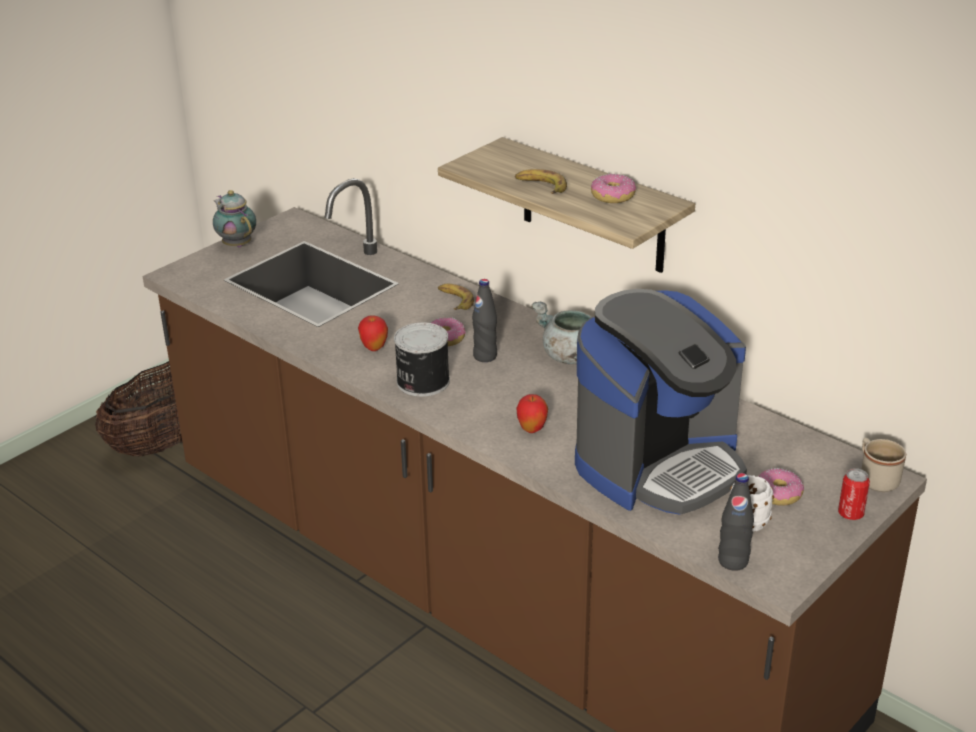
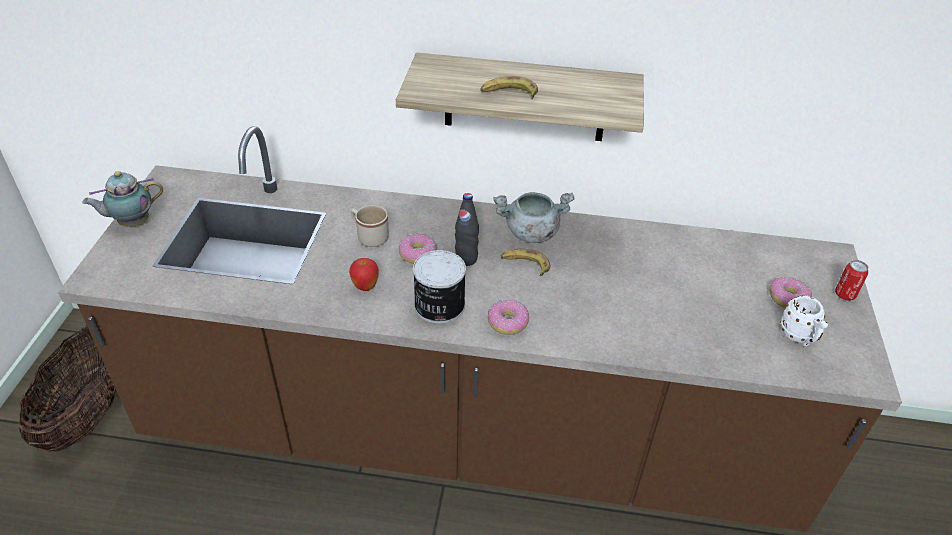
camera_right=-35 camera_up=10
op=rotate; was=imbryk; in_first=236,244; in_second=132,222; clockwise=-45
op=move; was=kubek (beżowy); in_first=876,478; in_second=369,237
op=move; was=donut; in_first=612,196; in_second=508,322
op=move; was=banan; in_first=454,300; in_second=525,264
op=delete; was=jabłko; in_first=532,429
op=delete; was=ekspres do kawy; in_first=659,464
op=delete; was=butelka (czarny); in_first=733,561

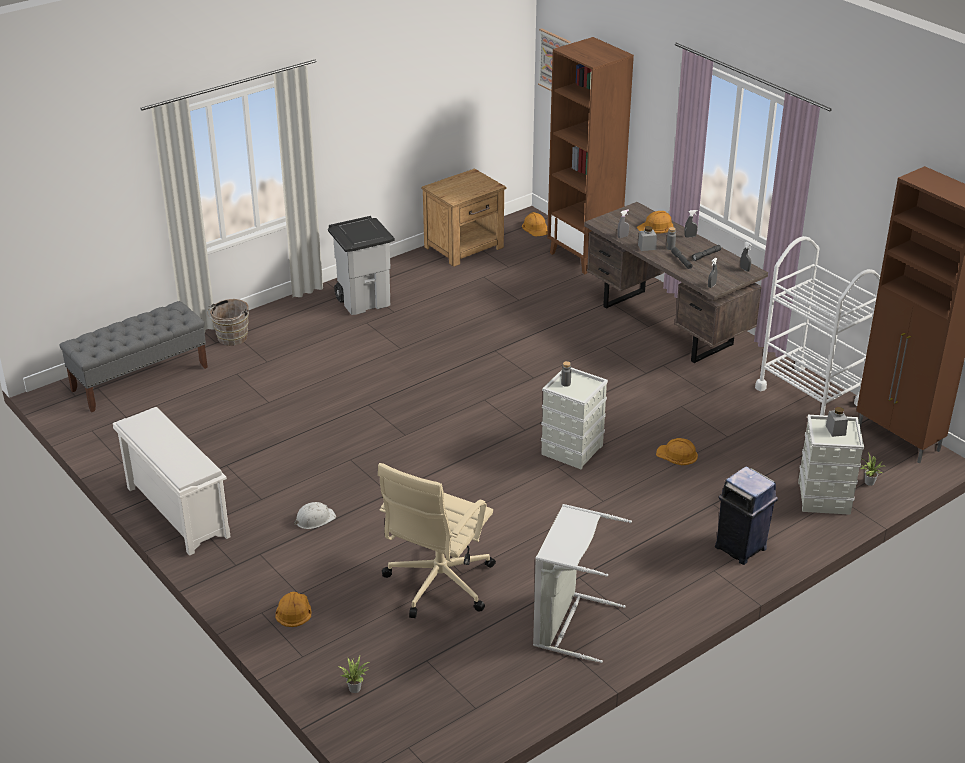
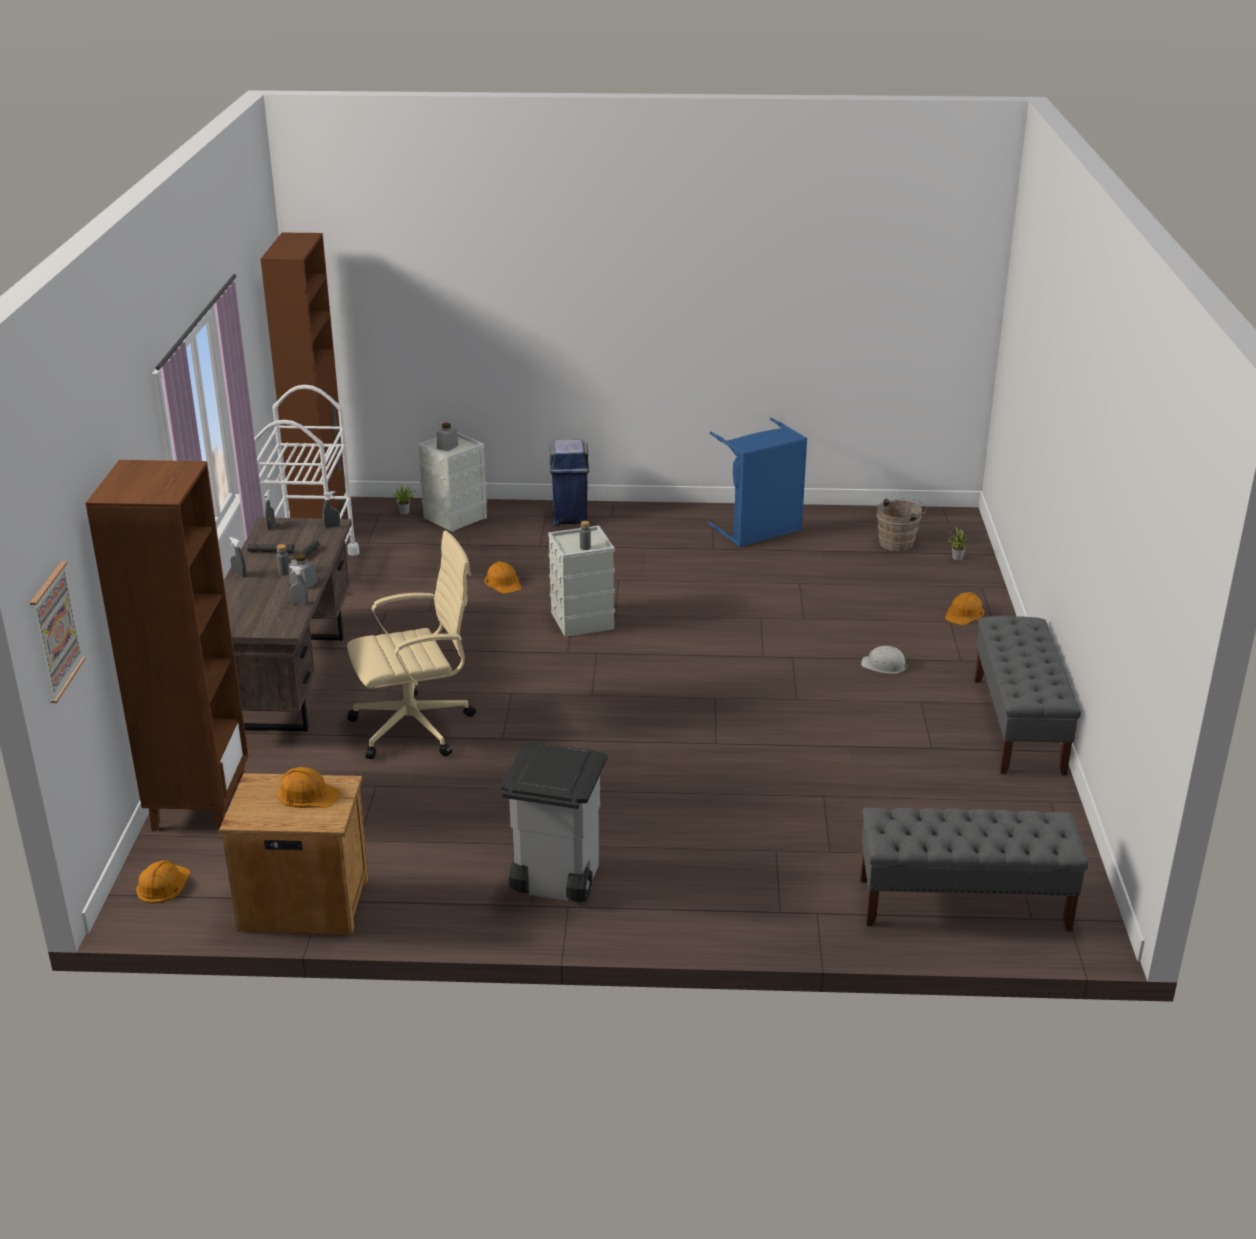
camera_right=-140 camera_up=-5
op=move; was=kask (pomarańczowy); in_first=656,227; in_second=308,794
op=move; was=krzesło biurowe (beżowy); in_first=437,585; in_second=416,727
op=recolor; was=kosz na pranie (szary); now=kosz na pranie (niebieski); in_first=569,624; in_second=759,531
op=move; was=wiadro (brązowy); in_first=231,339; in_second=899,543
op=replace; was=regał na buty (biały); now=ławka (szary); in_first=176,512; in_second=1018,726

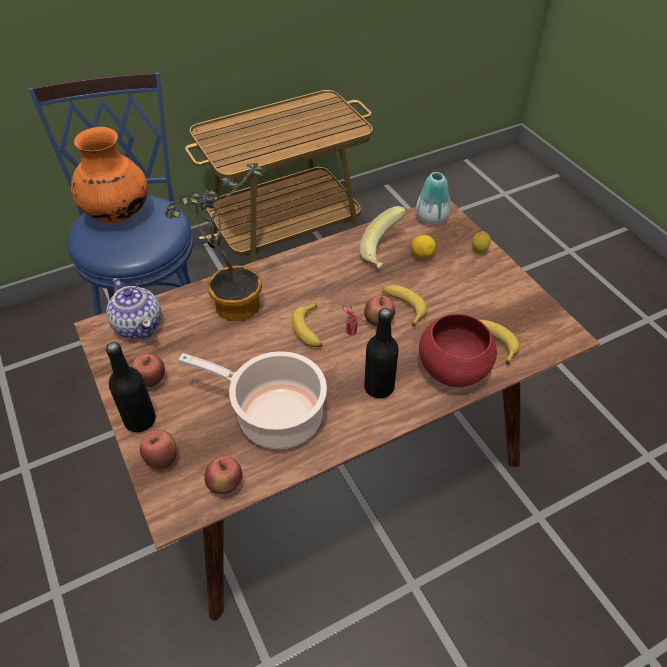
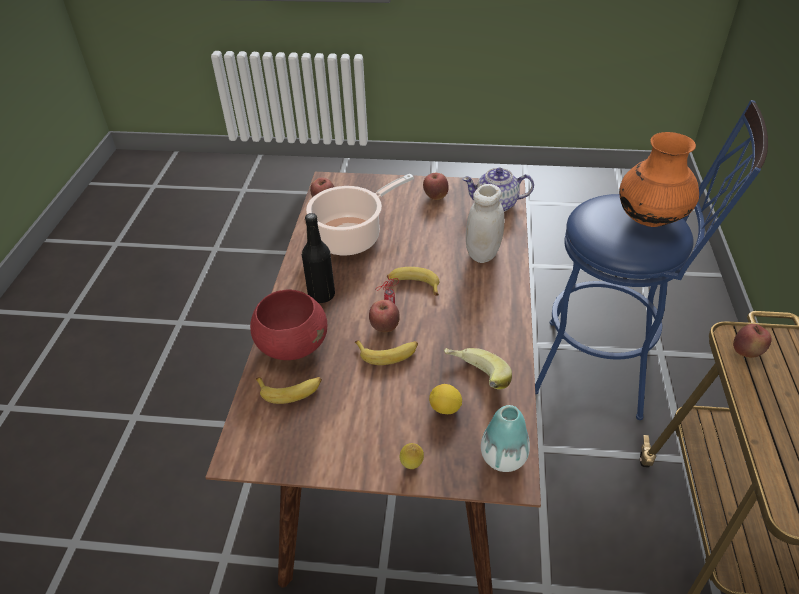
camera_right=125 camera_up=-5
op=replace; was=roślina doniczkowa; now=słoik (biały); in_first=231,303; in_second=483,254
op=move; was=jabłko; in_first=162,459; in_second=746,352
op=delete; was=butelka (czarny); in_first=140,420

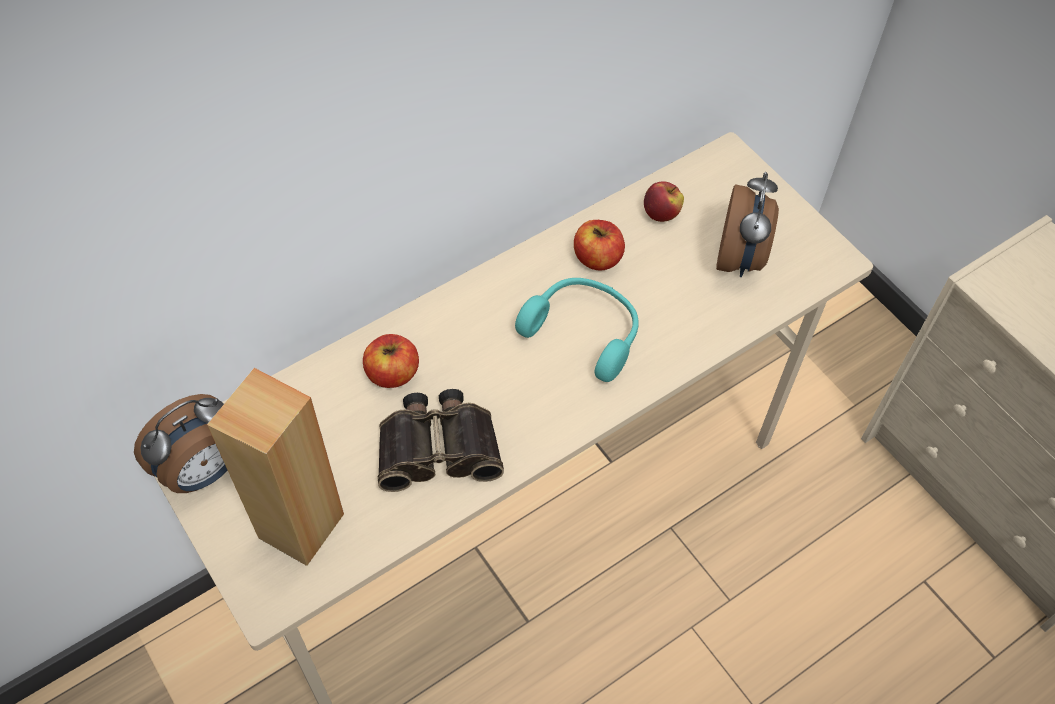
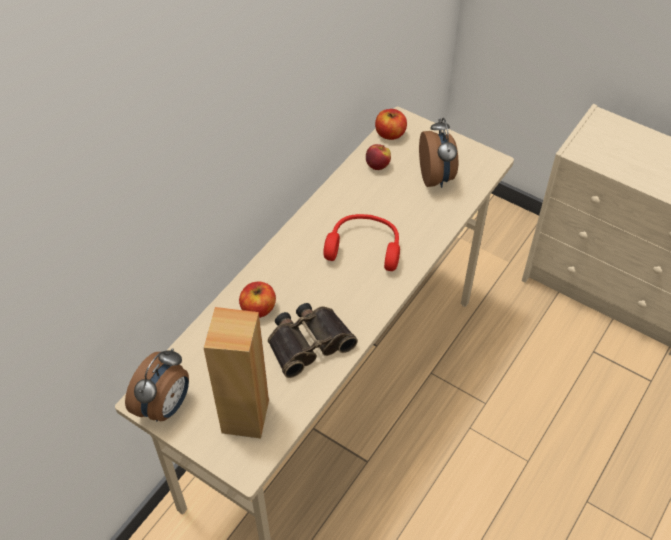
camera_right=-20 camera_up=-5
op=recolor; was=słuchawki (turkusowy); now=słuchawki (czerwony); in_first=584,332; in_second=364,247
op=move; was=jabłko; in_first=597,258; in_second=390,134

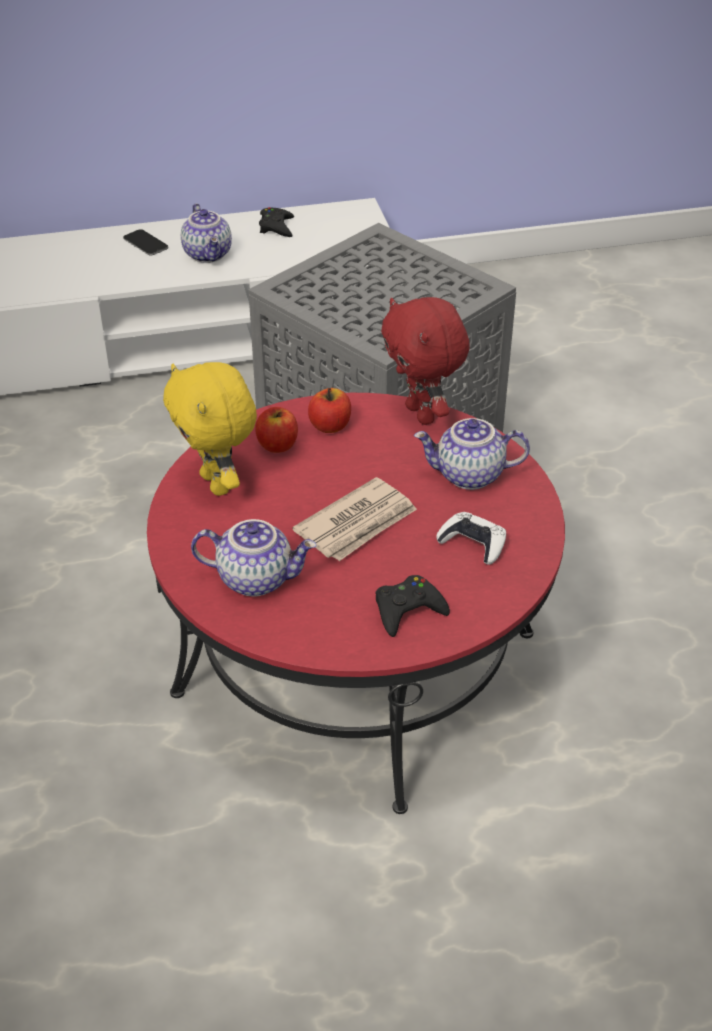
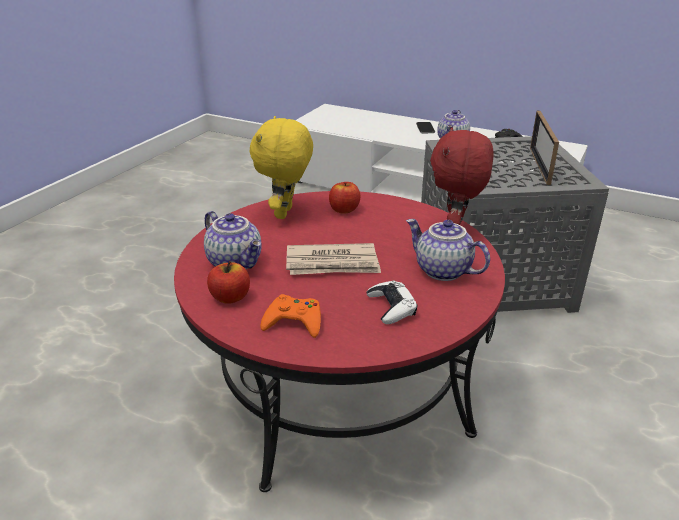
camera_right=40 camera_up=-10
op=move; was=jabłko; in_first=330,426; in_second=230,297
op=recolor; was=pad do gier (czarny); now=pad do gier (pomarańczowy); in_first=408,610; in_second=294,321
op=insert; now=ramka na zdjęcie; in_second=539,166

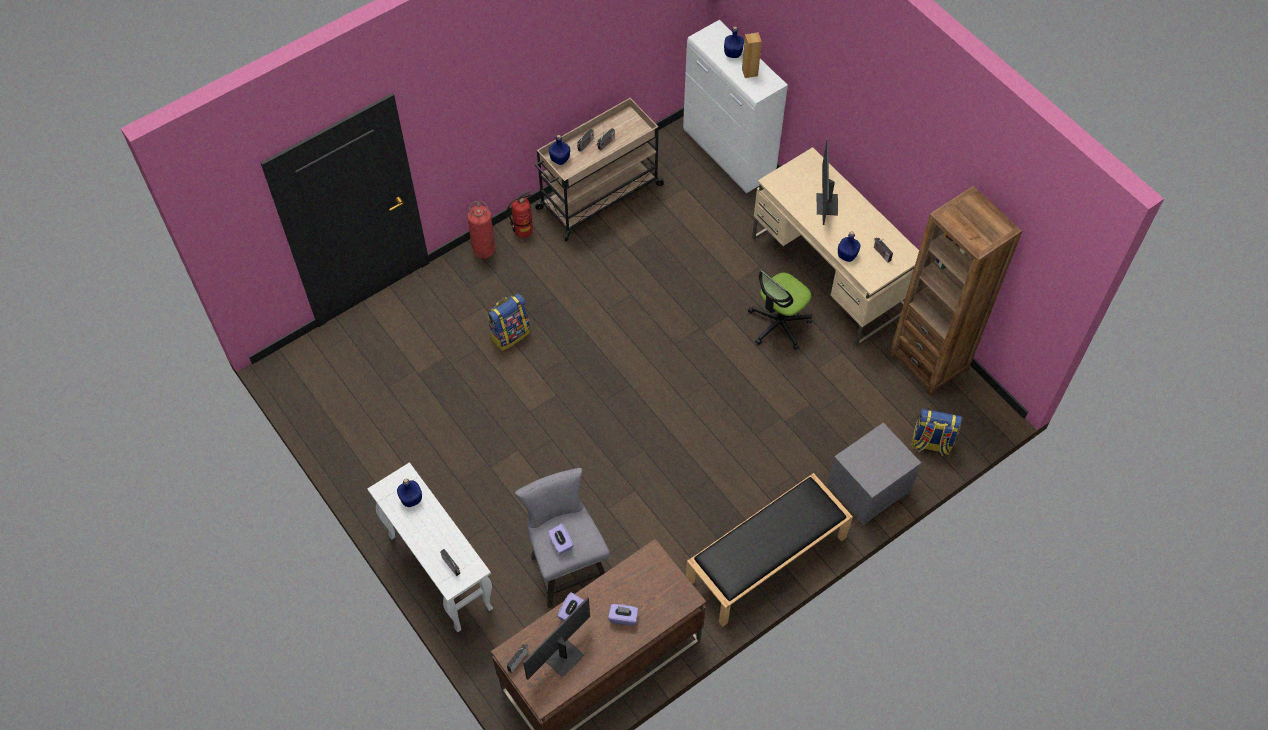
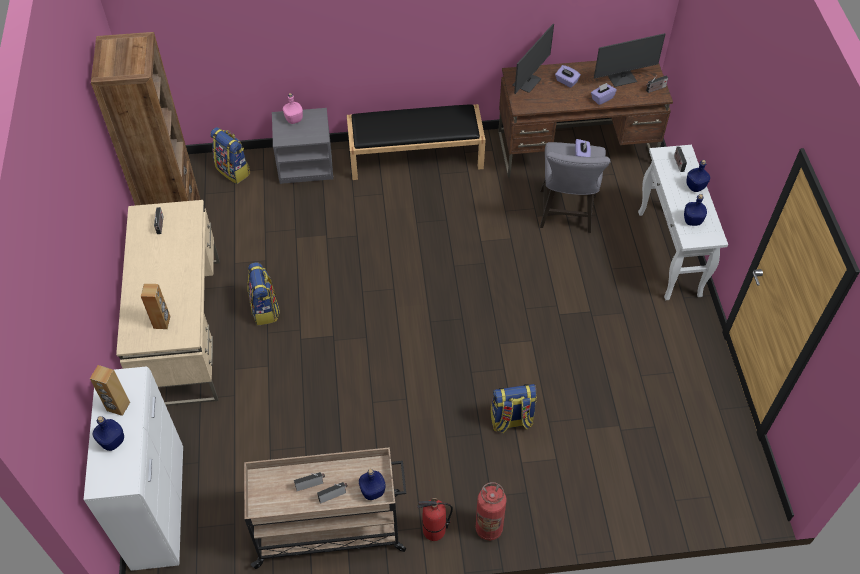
camera_right=-150 camera_up=-5
op=insert; now=głośnik (brązowy); in_second=162,322
op=replace; was=krzesło biurowe; now=plecak; in_first=778,325; in_second=265,309
op=insert; now=butelka (różowy); in_second=294,119
op=move; was=monitor; in_first=826,204; in_second=527,82
op=move; was=butelka (niebieski); in_first=847,255; in_second=695,187

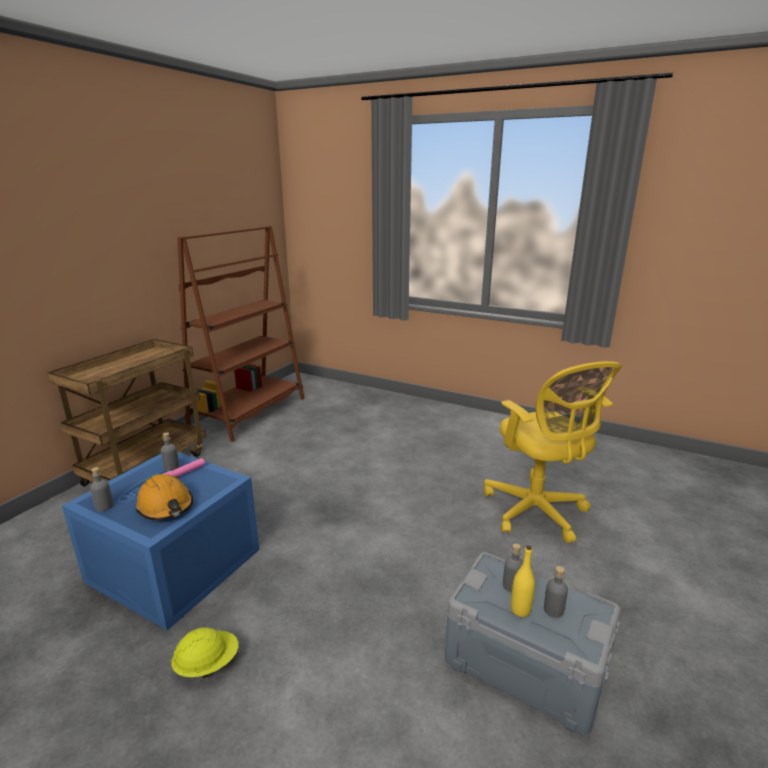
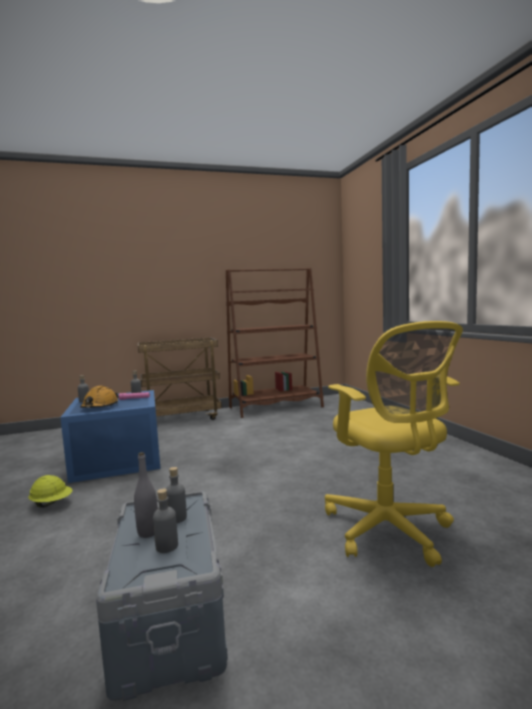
camera_right=45 camera_up=-15
op=recolor; was=butelka (żółty); now=butelka (szary); in_first=520,610; in_second=148,532
op=rotate; was=krzesło biurowe (żółty); in_first=537,512; in_second=389,531; clockwise=-45

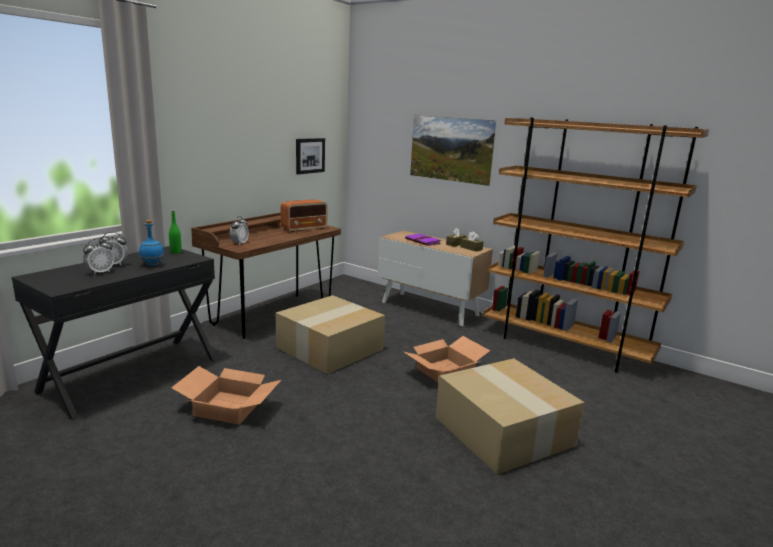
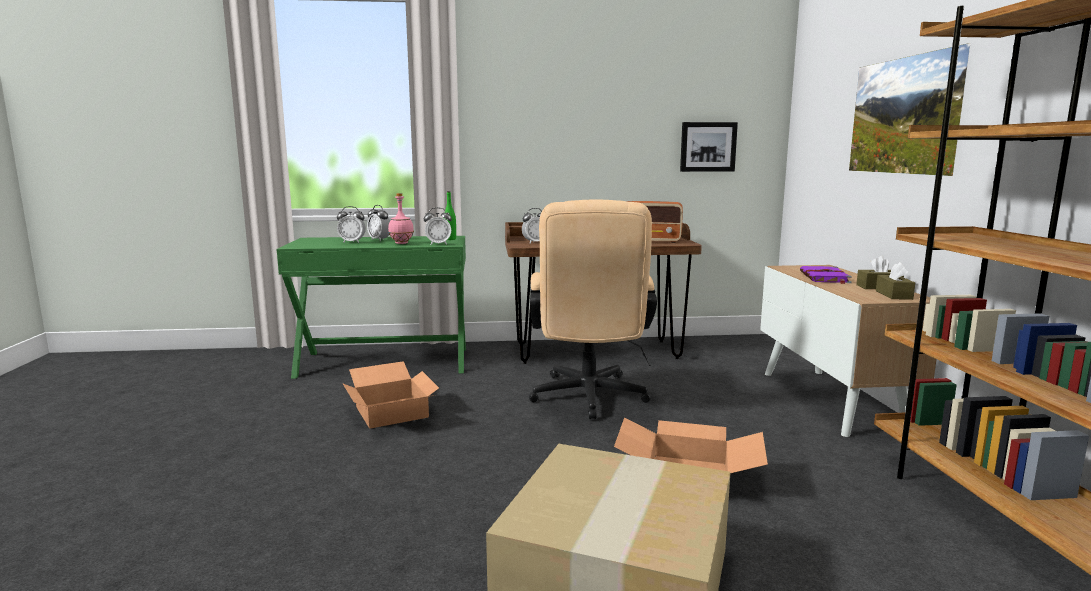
camera_right=50 camera_up=-5
op=recolor; was=biurko (czarny); now=biurko (zielony); in_first=131,374; in_second=384,362
op=recolor; was=butelka (niebieski); now=butelka (różowy); in_first=152,265; in_second=401,243
op=insert; now=budzik; in_second=438,244
op=replace; was=karton; now=krzesło biurowe (beżowy); in_first=330,349; in_second=588,399

